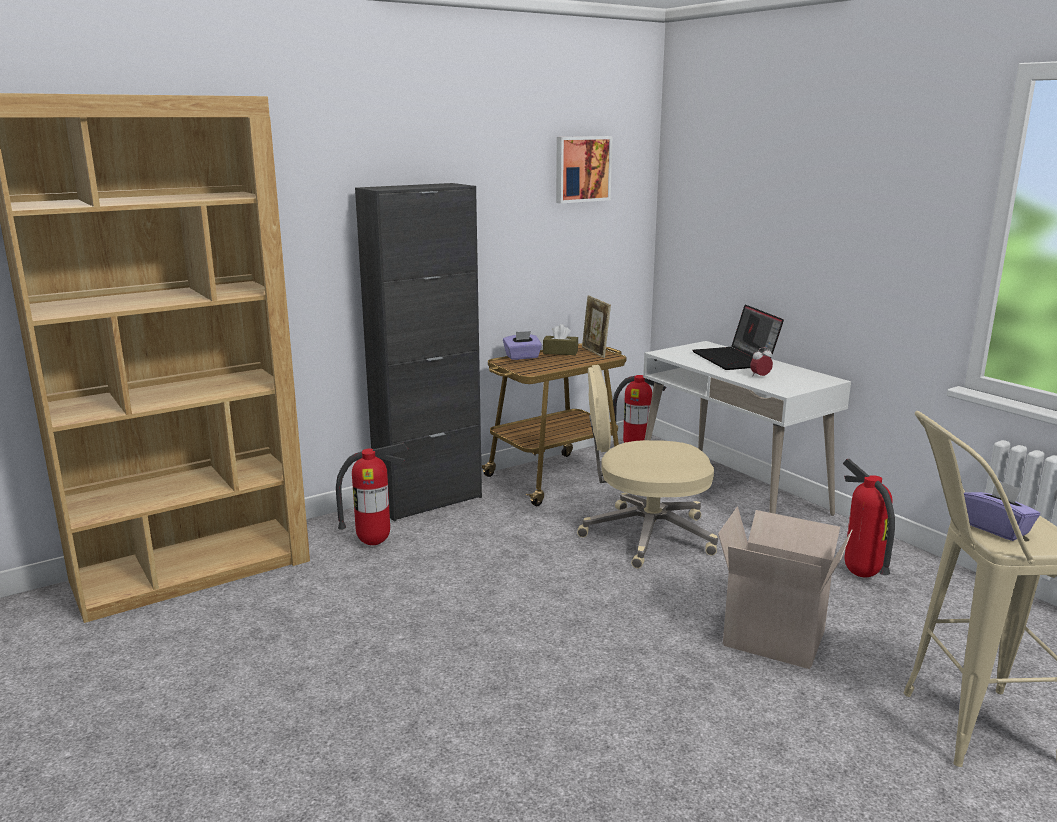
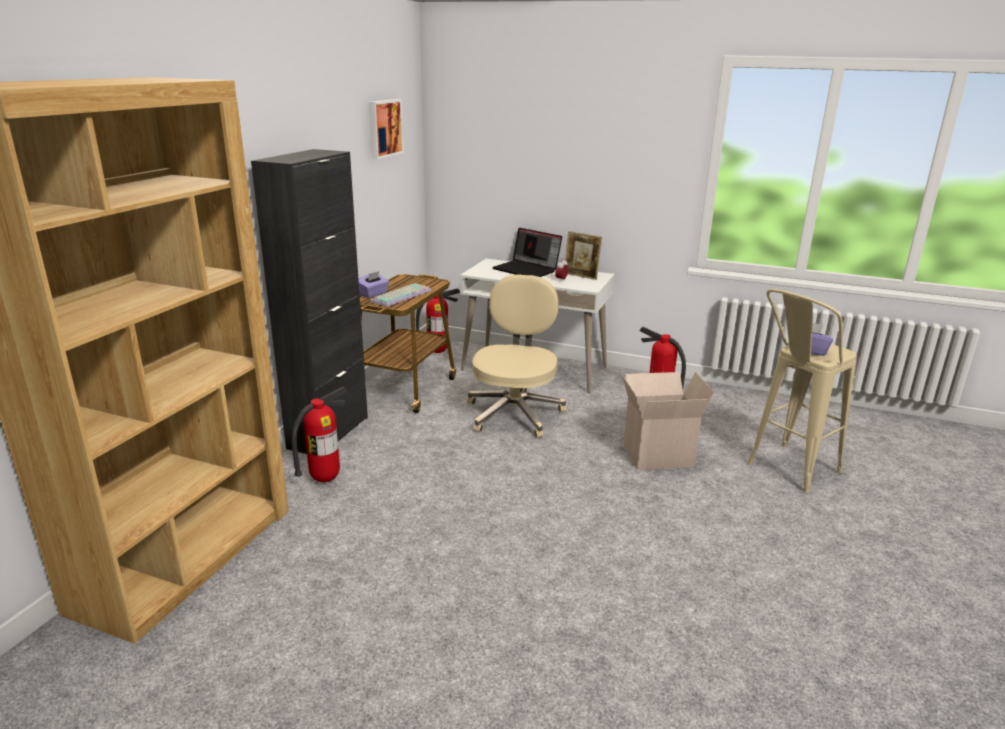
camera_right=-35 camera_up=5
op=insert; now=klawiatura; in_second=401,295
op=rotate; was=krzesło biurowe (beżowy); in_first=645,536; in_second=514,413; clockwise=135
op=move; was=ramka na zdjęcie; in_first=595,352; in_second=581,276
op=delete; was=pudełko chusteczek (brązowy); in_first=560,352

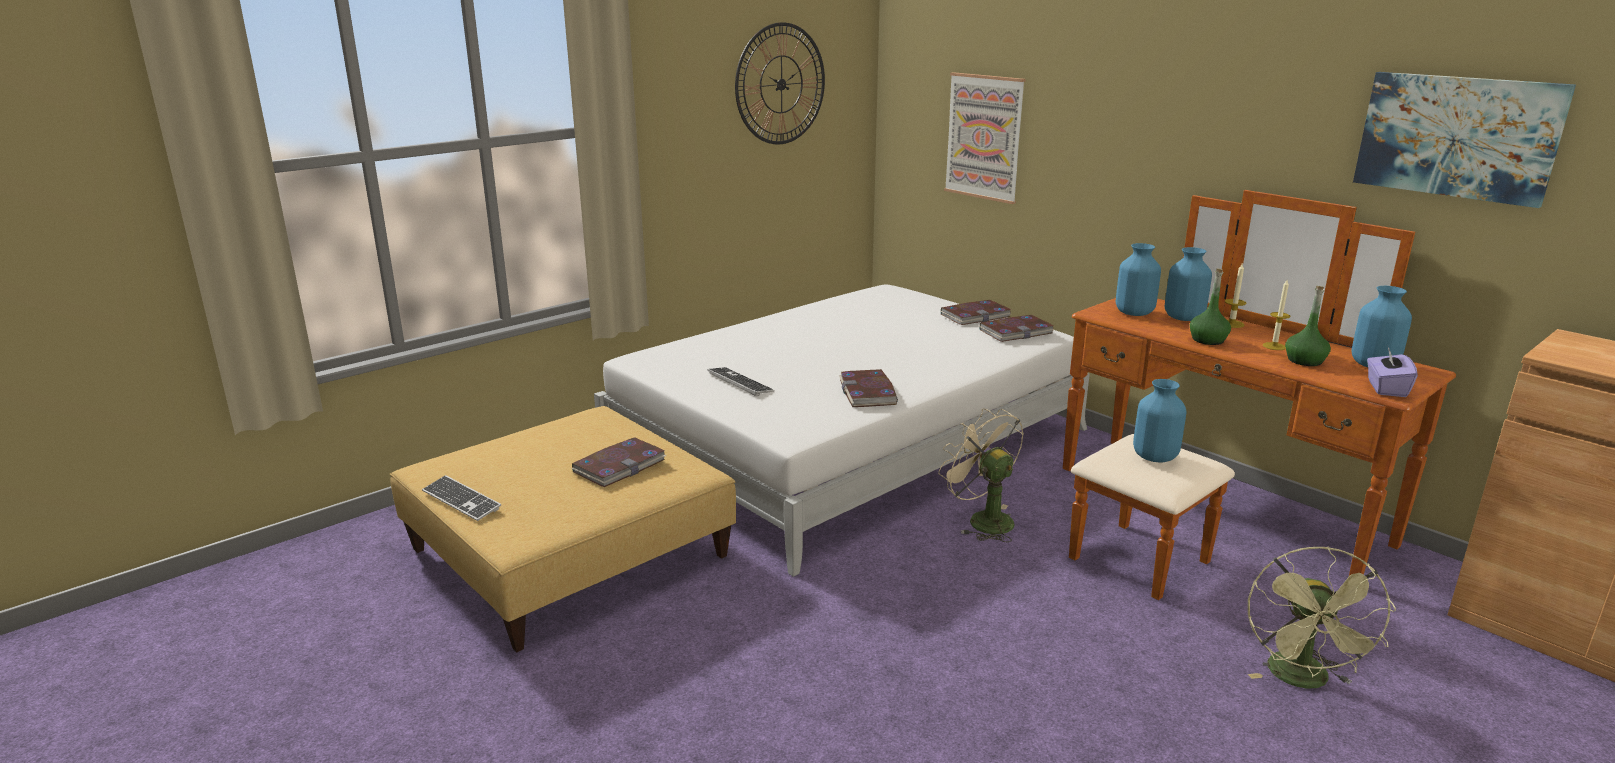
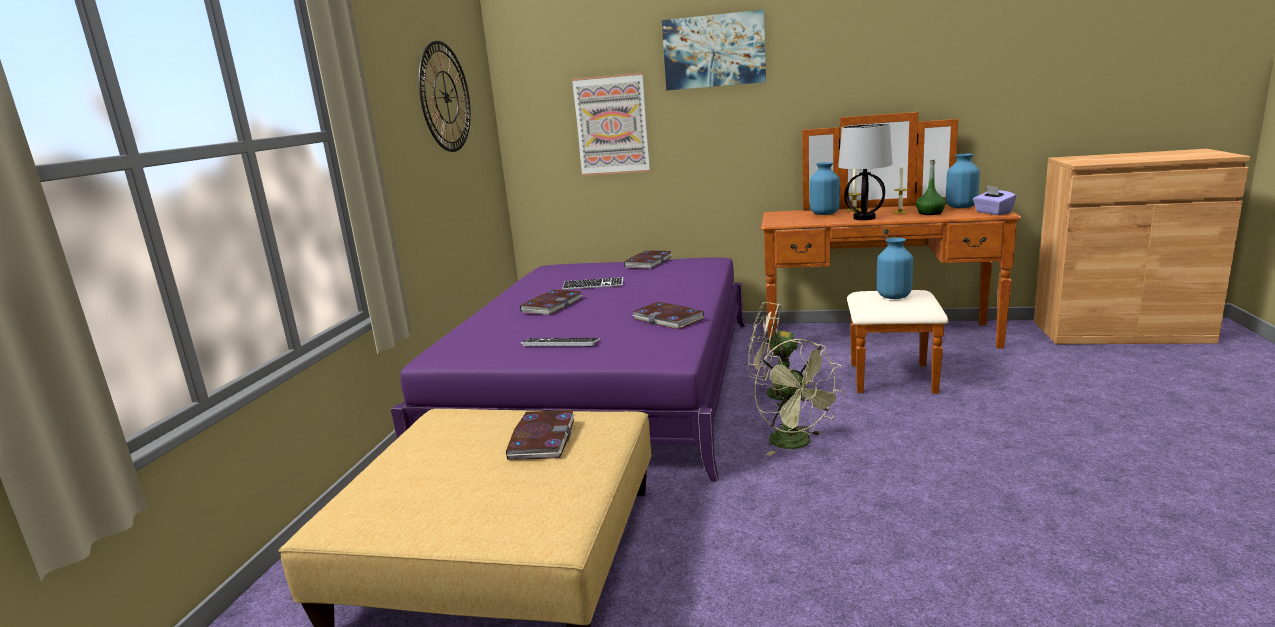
camera_right=-35 camera_up=-5
op=recolor; was=łóżko (biały); now=łóżko (fioletowy); in_first=846,440; in_second=604,384
op=move; was=książka; in_first=1016,331; in_second=552,305
op=move; was=klawiatura; in_first=461,500; in_second=593,285
op=move; was=obraz; in_first=1457,136; in_second=714,51
op=move; was=wentylator (zielony); in_first=1303,680; in_second=797,444
op=replace; was=butelka (zielony); now=lampa stołowa; in_first=1208,340; in_second=864,218
op=delete; was=wazon (niebieski); in_first=1134,313

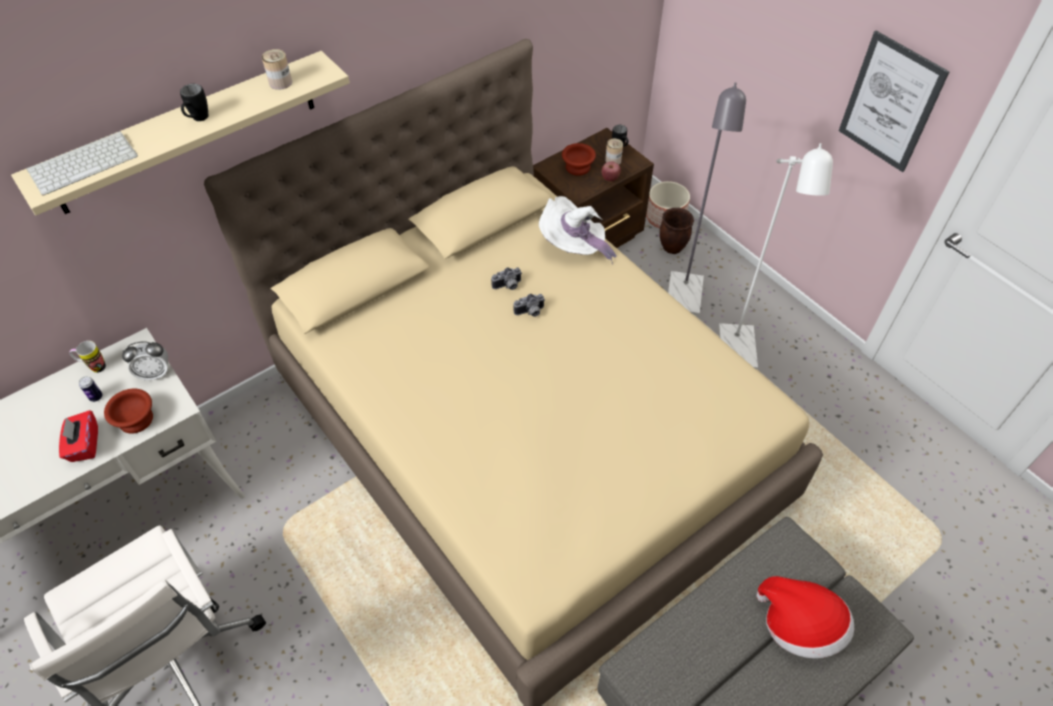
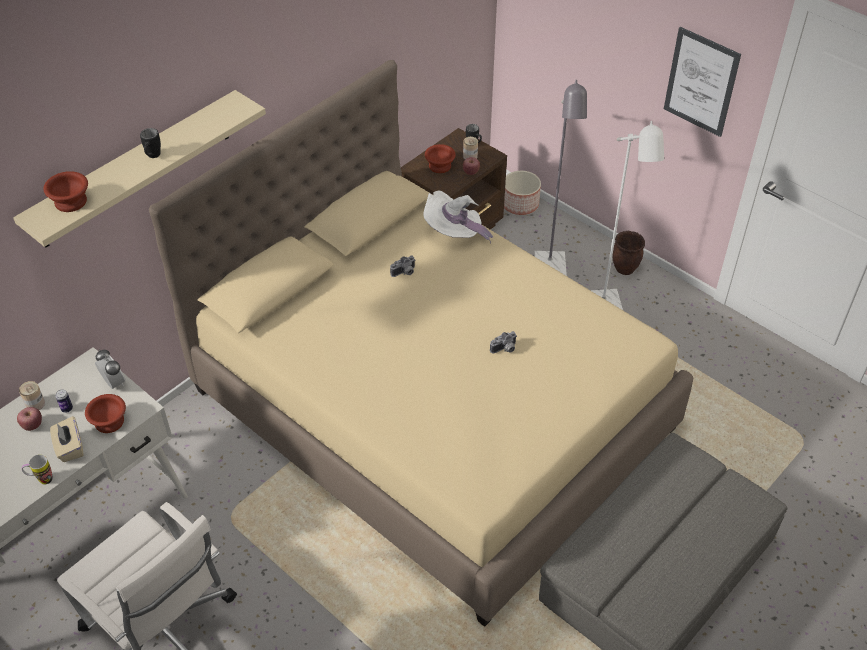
camera_right=-10 camera_up=-5
op=insert; now=jabłko; in_second=32,425
op=move; was=puszka; in_first=280,82; in_second=35,404
op=move; was=kubek; in_first=94,367; in_second=41,480
op=replace; was=klawiatura; now=miska (brązowy); in_first=84,162; in_second=71,201
op=recolor; was=pudełko chusteczek (czerwony); now=pudełko chusteczek (beżowy); in_first=84,445; in_second=70,447
op=rotate; was=budzik; in_first=155,373; in_second=114,383; clockwise=-105
op=move; was=aparat fotograficzny; in_first=530,312; in_second=505,349
op=move; was=donica (brązowy); in_first=673,247; in_second=625,269
op=delete; was=kapelusz; in_first=799,625

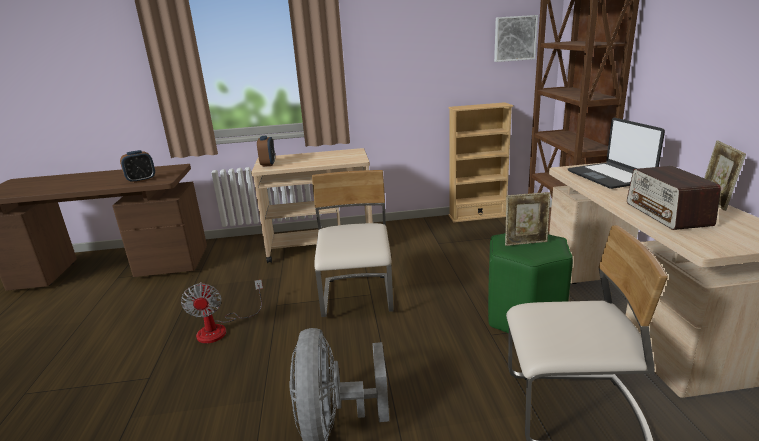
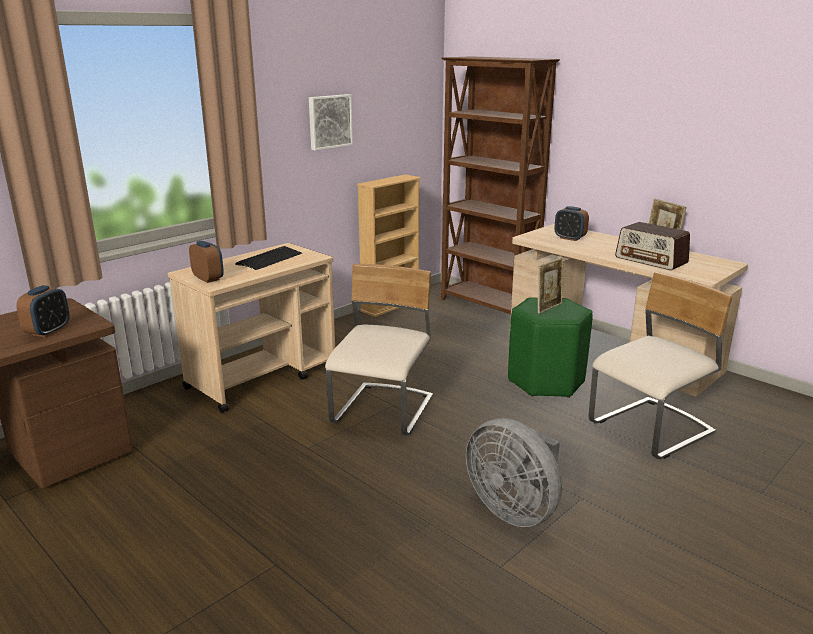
camera_right=-40 camera_up=0
op=insert; now=klawiatura; in_second=269,259
op=move; was=obraz; in_first=514,38; in_second=329,121
op=rotate; was=krzesło (beżowy); in_first=358,297; in_second=384,411; clockwise=60
op=replace; was=laptop; now=budzik; in_first=610,176; in_second=570,238
op=delete; was=wentylator; in_first=221,328

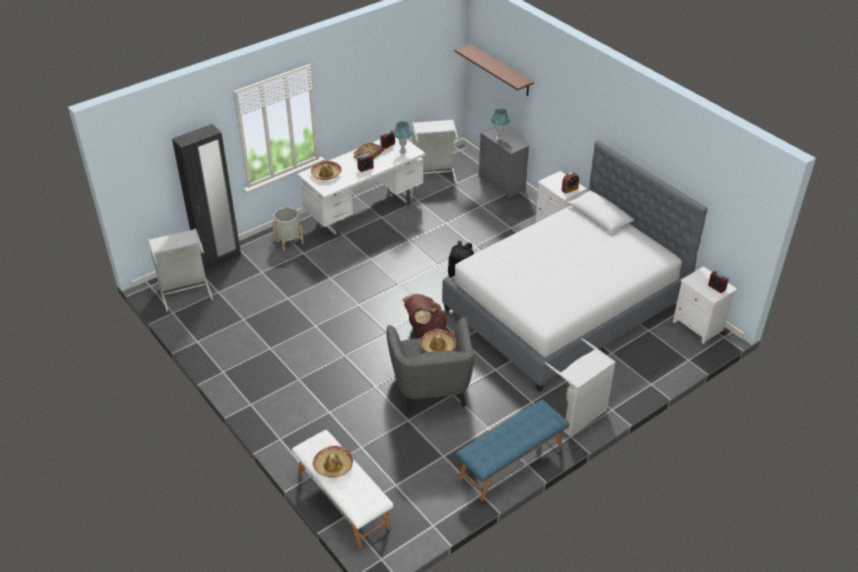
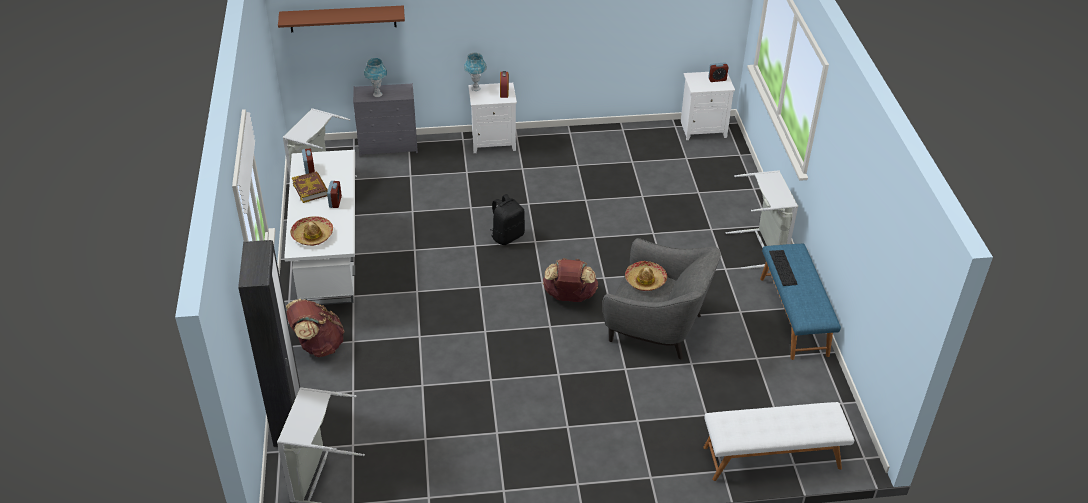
camera_right=-60 camera_up=0
op=replace; was=donica (szary); now=plecak (brązowy); in_first=288,241; in_second=318,345
op=move; was=lampa stołowa (niebieski); in_first=403,151; in_second=476,88
op=insert; now=klawiatura; in_second=783,268
op=delete; was=kapelusz; in_first=333,465
op=delete; was=łóżko; in_first=565,306

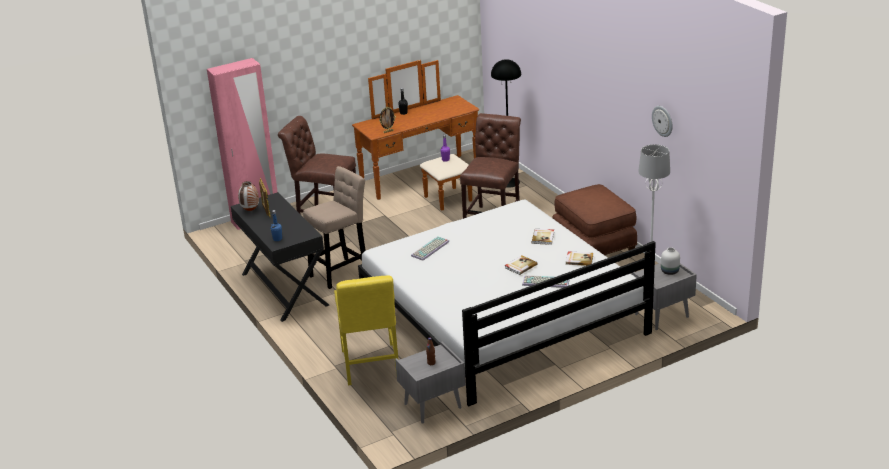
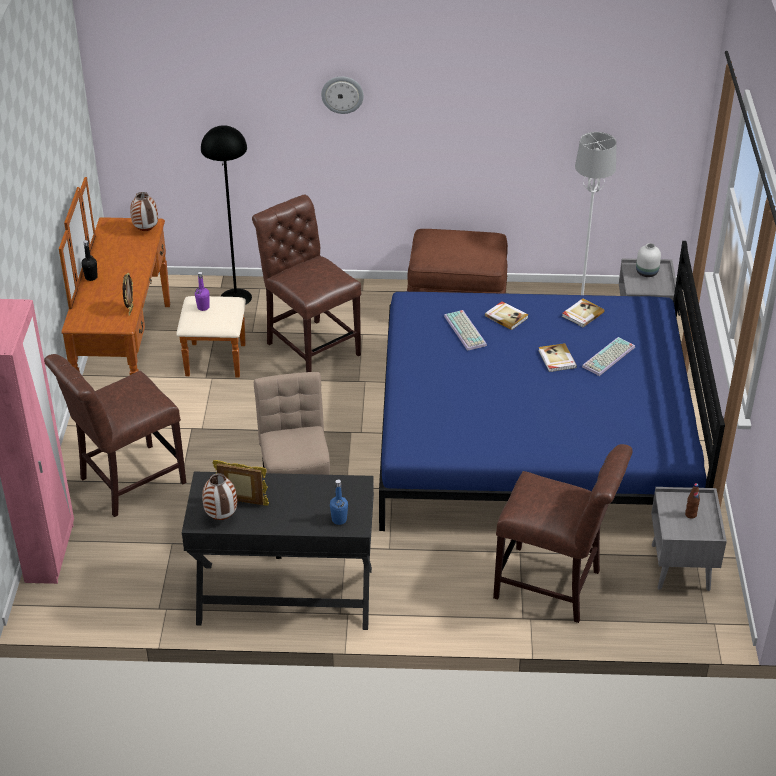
camera_right=-60 camera_up=10
op=insert; now=wazon; in_second=145,230
op=move; was=zegar ścienny; in_first=663,121; in_second=342,94
op=recolor; was=łóżko (biały); now=łóżko (niebieski); in_first=501,314; in_second=535,434
op=move; was=klawiatura; in_first=430,249; in_second=466,331
op=recolor; was=krzesło (żółty); now=krzesło (brązowy); in_first=370,366; in_second=553,586

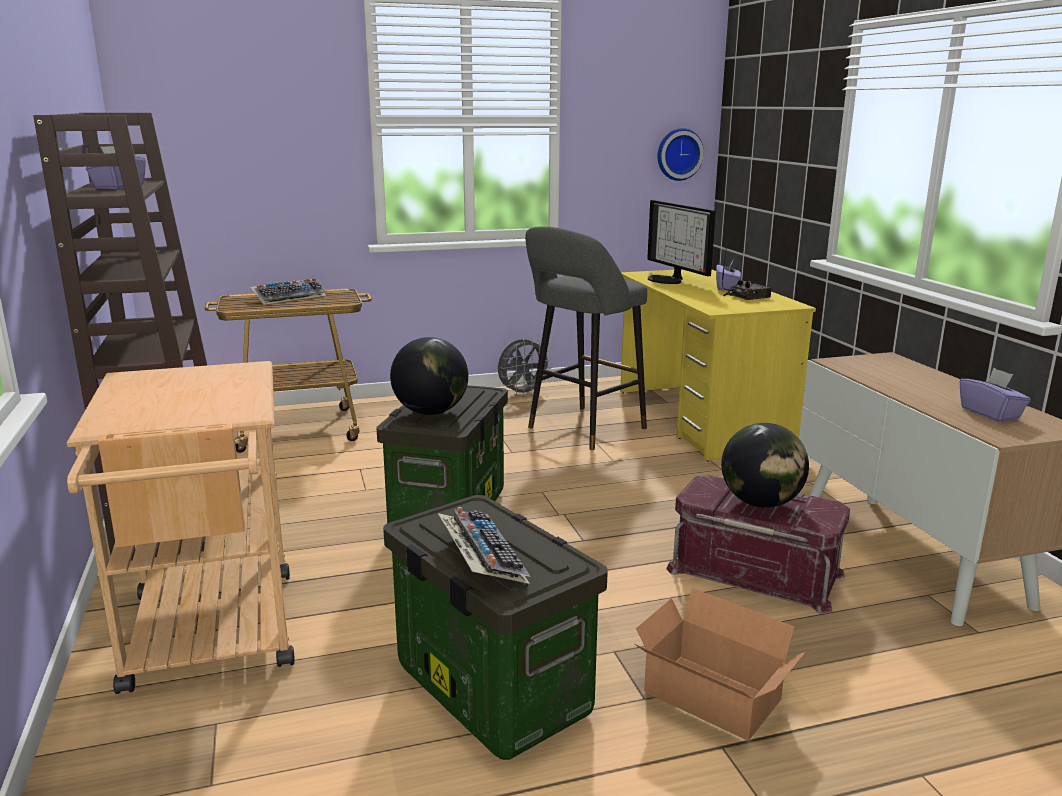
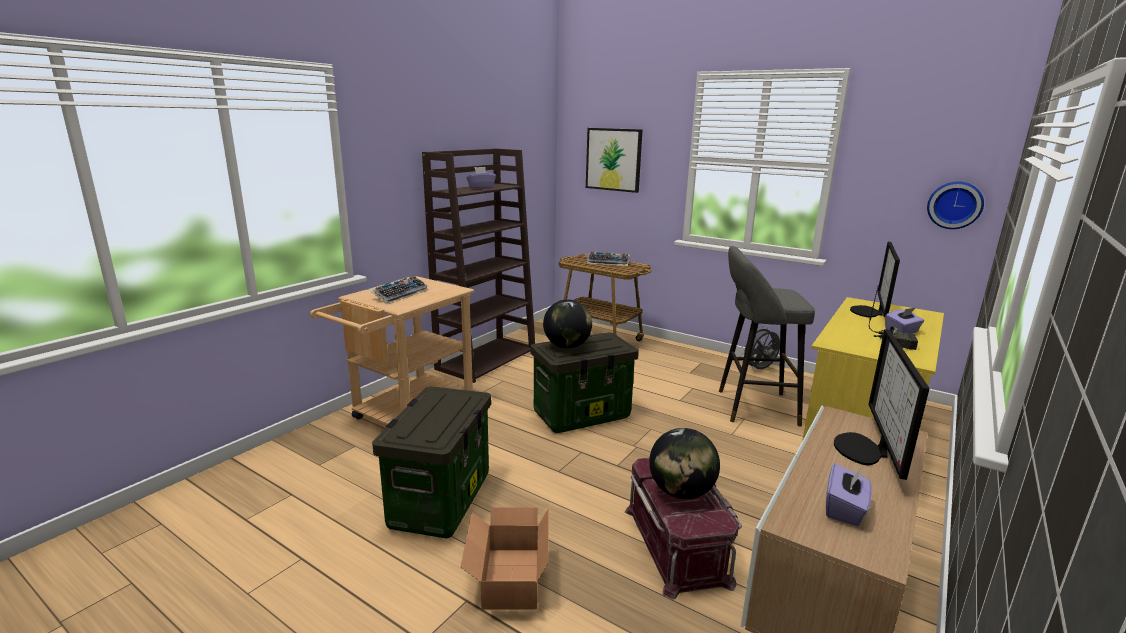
camera_right=50 camera_up=0
op=move; was=klawiatura; in_first=480,556; in_second=399,294
op=insert; now=obraz; in_second=613,159
op=rotate; was=wentylator (szary); in_first=523,393; in_second=759,370; clockwise=135
op=insert; now=monitor; in_second=865,450

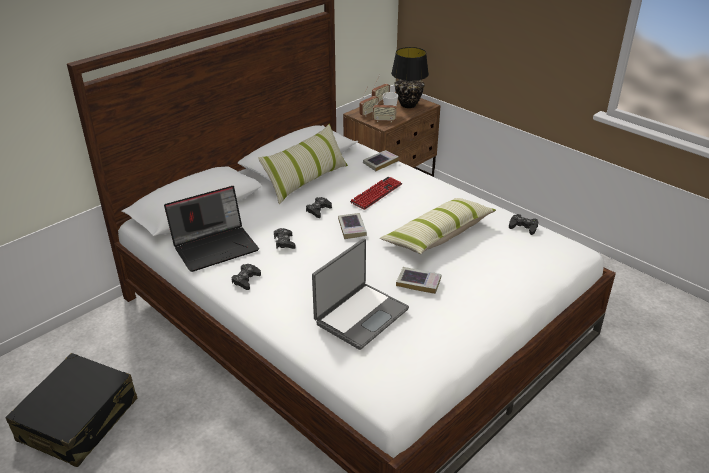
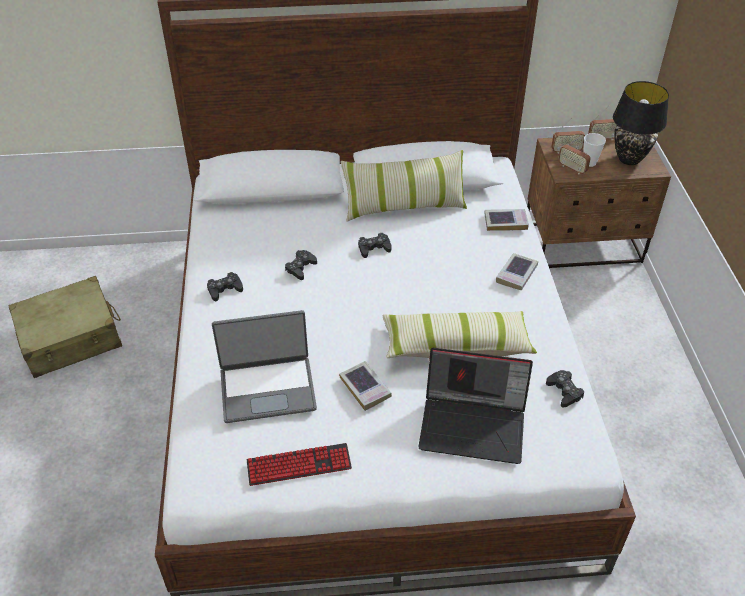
camera_right=40 camera_up=10
op=recolor; was=walizka (czarny); now=walizka (beżowy); in_first=79,420; in_second=71,338
op=move; was=klawiatura; in_first=376,194; in_second=299,465
op=move; was=laptop; in_first=215,246; in_second=474,424
op=move; was=książka; in_first=352,228; in_second=516,274

